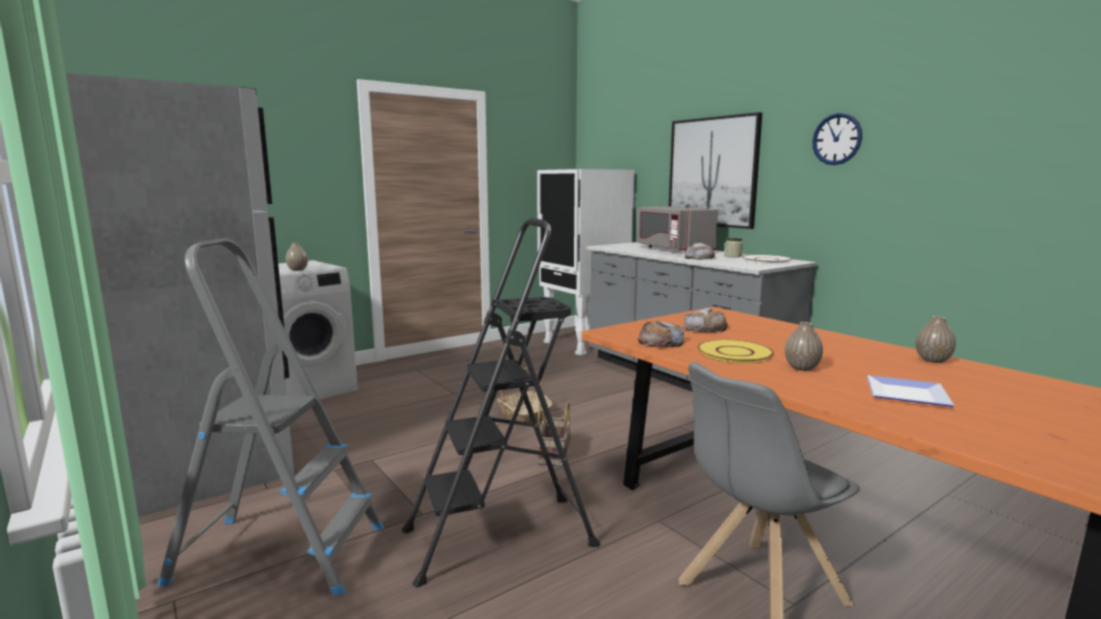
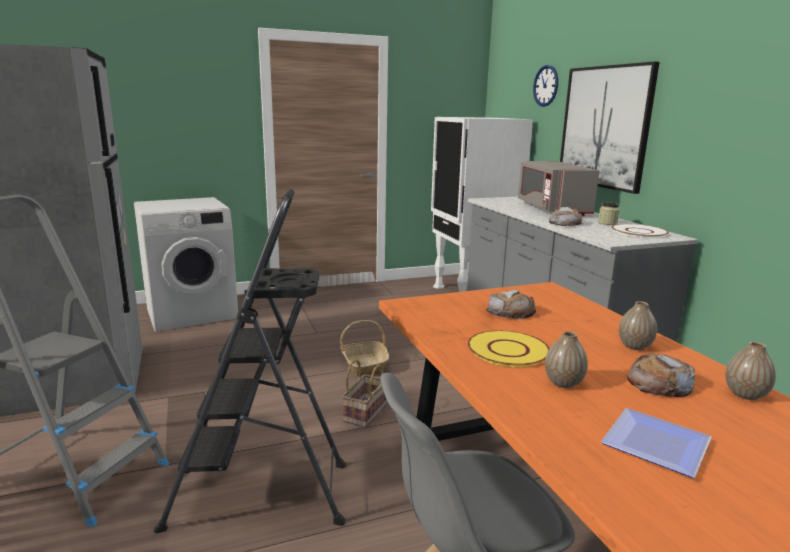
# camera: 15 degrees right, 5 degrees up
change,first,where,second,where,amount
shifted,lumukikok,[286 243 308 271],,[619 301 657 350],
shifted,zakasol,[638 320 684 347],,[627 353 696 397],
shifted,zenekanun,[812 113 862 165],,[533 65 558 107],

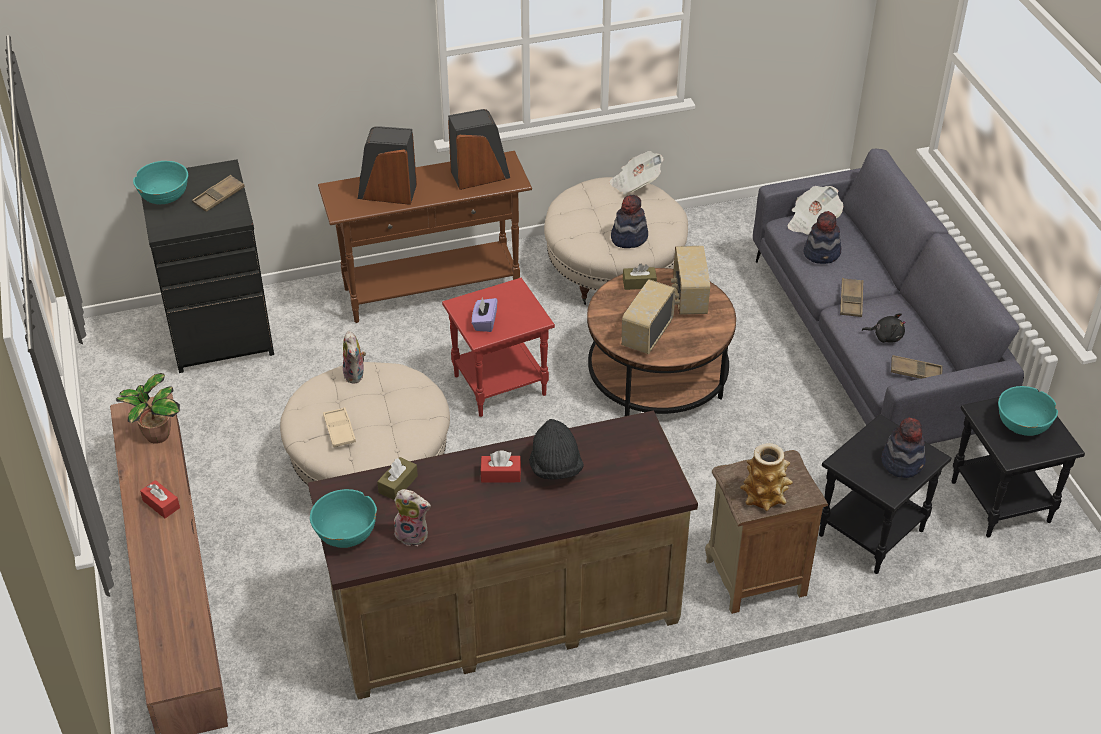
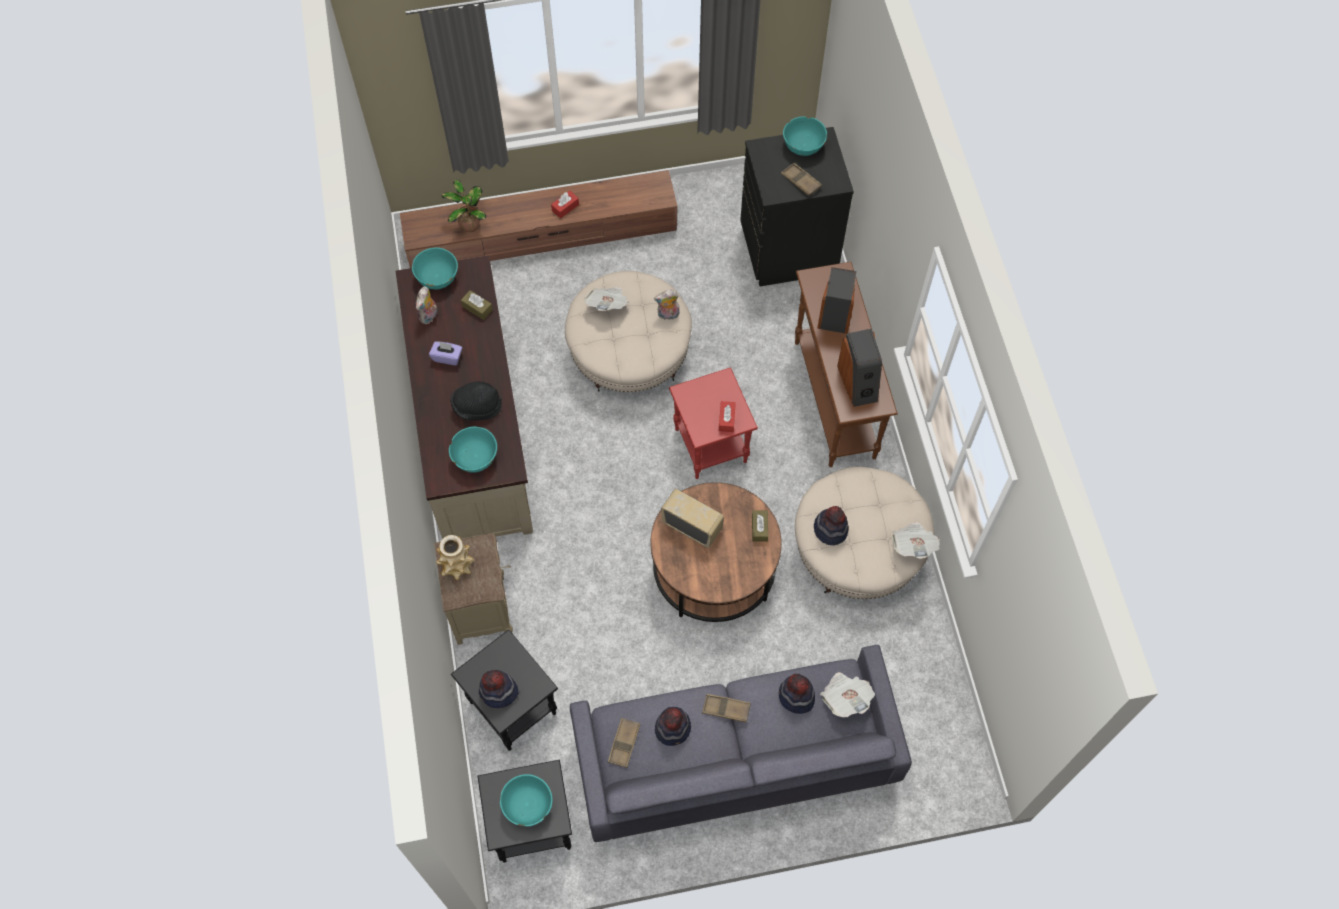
# camera: 95 degrees right, 20 degrees up
change,first,where,second,where,amount
gone,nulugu,[671 246 710 315],,,
new,,,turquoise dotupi,[449 426 497 473],
shifted,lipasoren,[116 373 180 444],,[441 180 487 232],
shifted,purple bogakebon,[472 297 498 332],,[429 342 462 366],
shifted,red bogakebon,[480 450 521 482],,[719 401 736 432],
swapped,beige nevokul,[323 407 356 447],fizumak,[584 287 629 311],
swapped,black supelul,[862 313 906 343],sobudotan,[655 707 691 746],

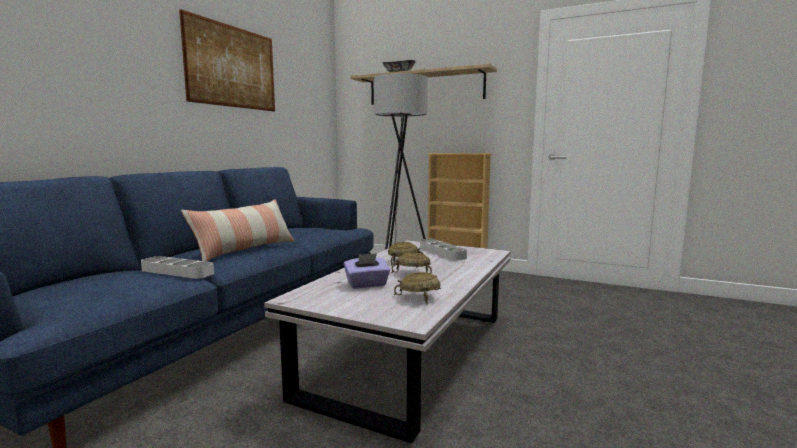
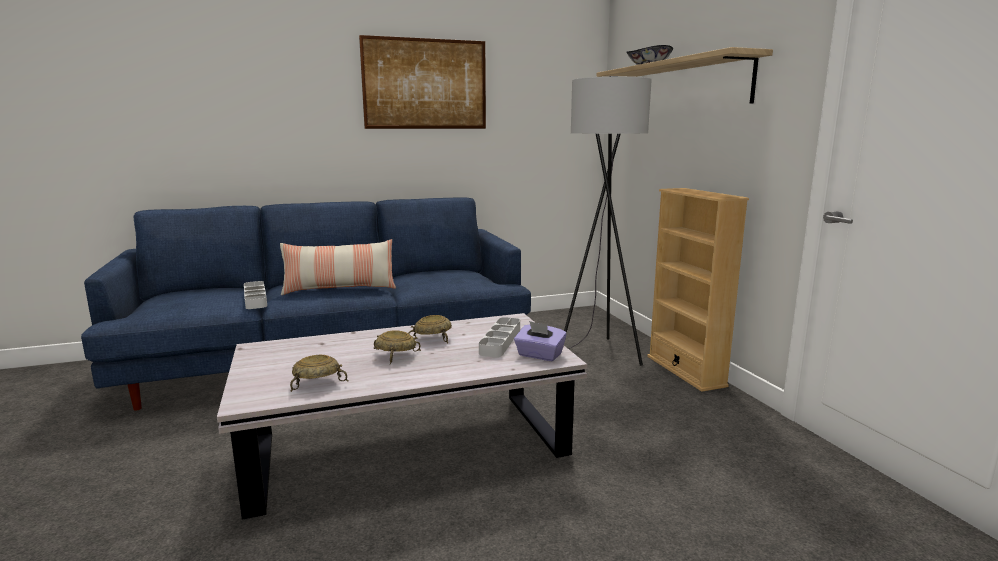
# camera: 45 degrees right, 5 degrees up
change,first,where,second,where,amount
shifted,purple bogakebon,[344 253 390 289],,[514 321 567 361],

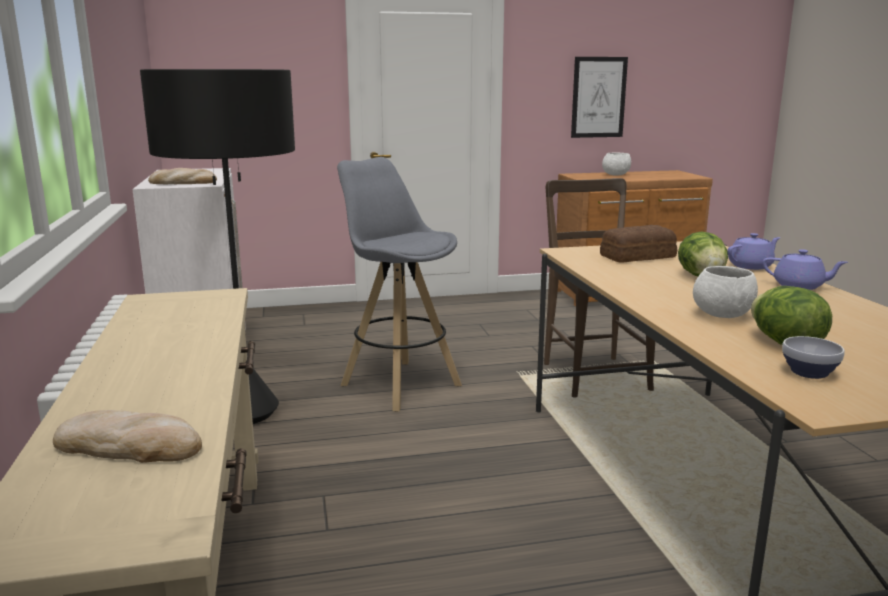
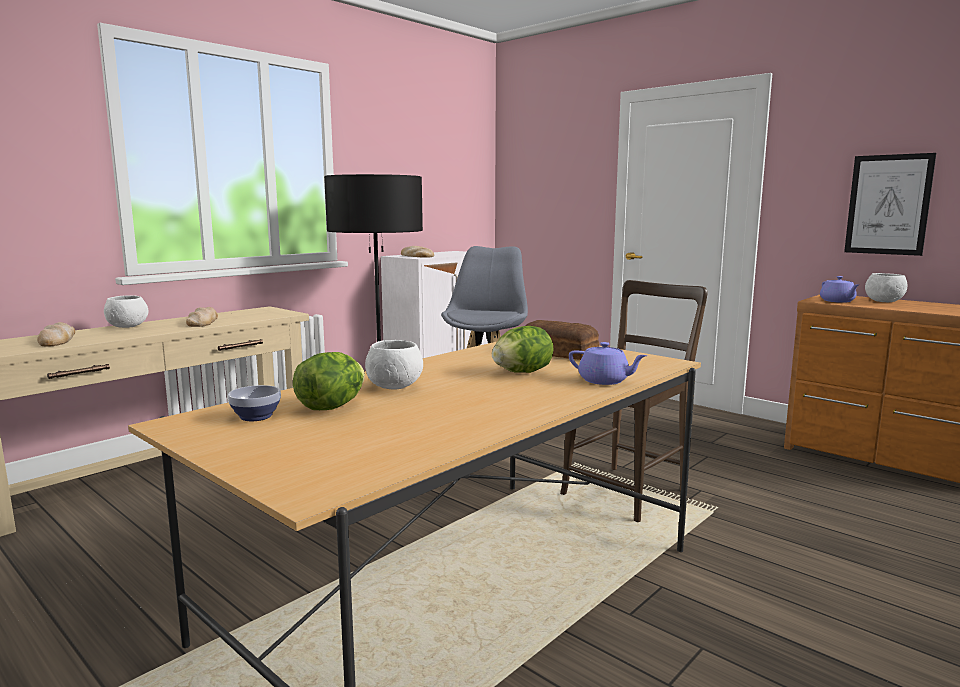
# camera: 55 degrees right, 5 degrees down
change,first,where,second,where,amount
new,,,white dotupi,[104 295 148 328],
new,,,zakasol,[186 307 218 327],
shifted,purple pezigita,[762 249 848 290],,[820 276 859 303],

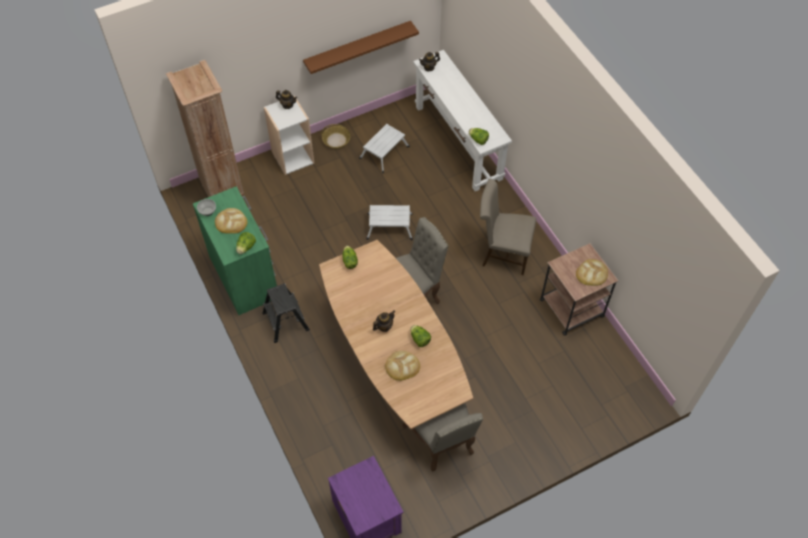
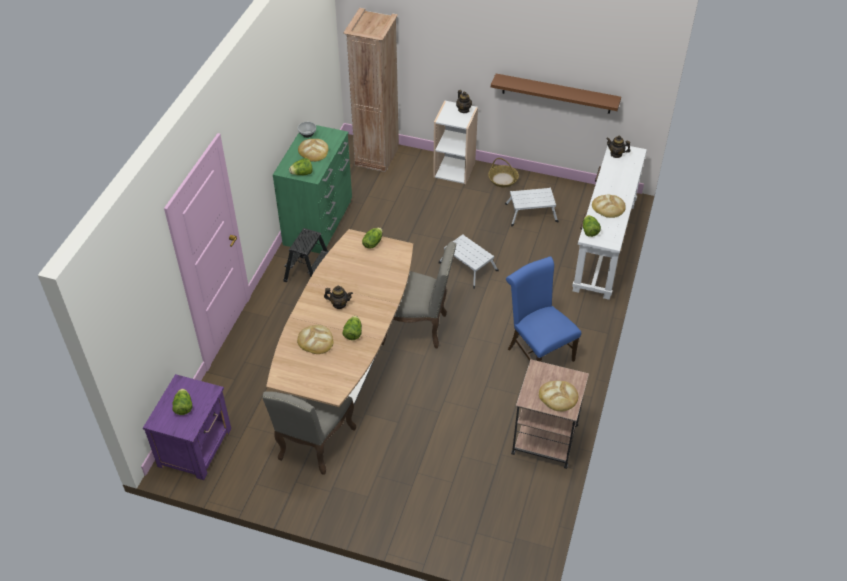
# camera: 45 degrees right, 10 degrees down
change,first,where,second,where,amount
new,,,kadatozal,[172 389 193 415],
new,,,zakasol,[592 195 626 218],
repainted,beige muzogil,[480 179 536 275],blue muzogil,[506 256 581 362],

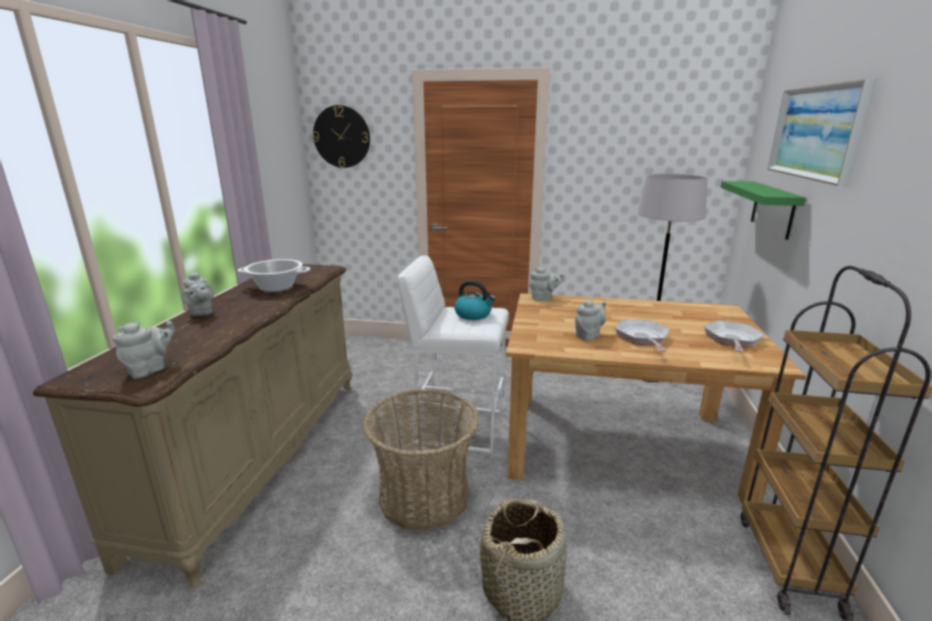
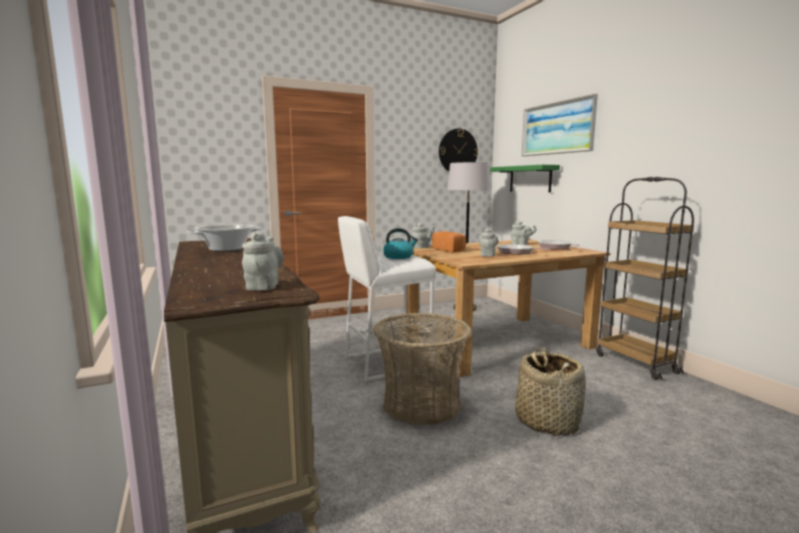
# camera: 35 degrees left, 10 degrees down
change,first,where,second,where,amount
new,,,zakasol,[432 231 466 252],
shifted,grey pezigita,[182 271 214 316],,[510 221 537 245],
shifted,zenekanun,[313 105 370 168],,[439 129 478 172],

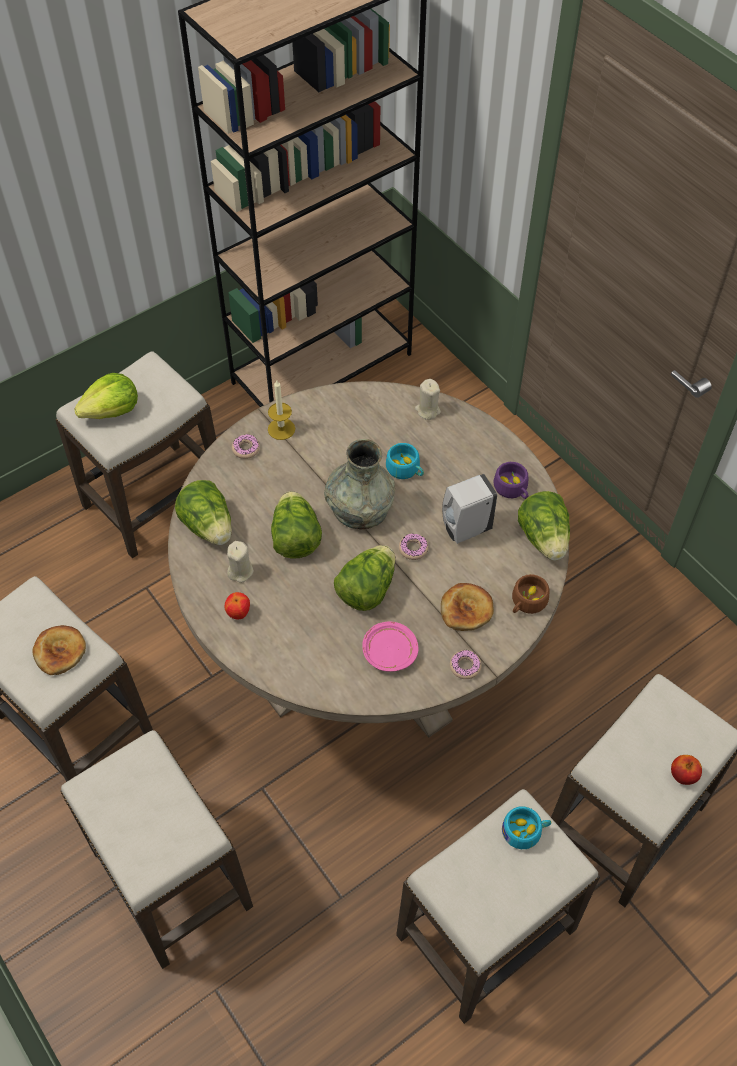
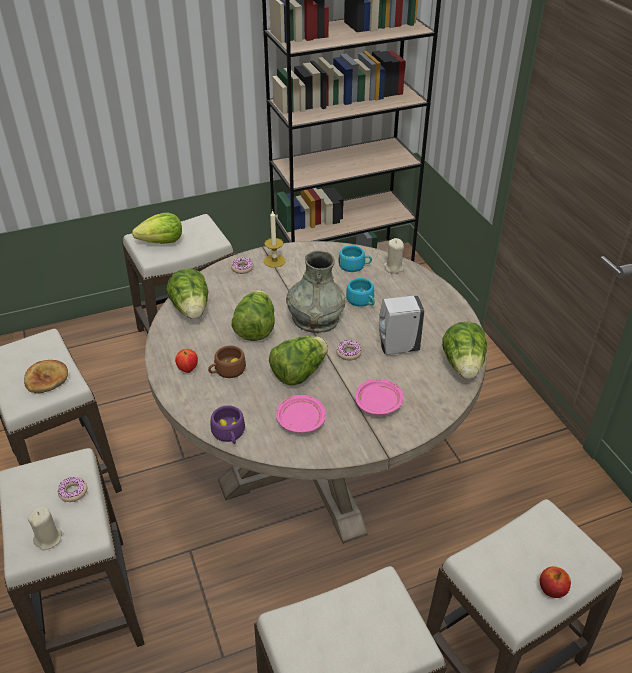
# camera: 15 degrees right, 15 degrees down
change,first,where,second,where,amount
shifted,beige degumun,[227 541 254 583],,[28 506 62 551],
shifted,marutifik,[450 650 482 679],,[58 477 87 502],
shifted,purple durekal,[494 462 529 499],,[211 405 245 444],
shifted,turquoise durekal,[502 806 551 849],,[338 245 372 272],
shifted,brown durekal,[512 574 549 614],,[208 345 246 378],
swapped,zakasol,[441 583 494 631],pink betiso,[355 379 404 415],

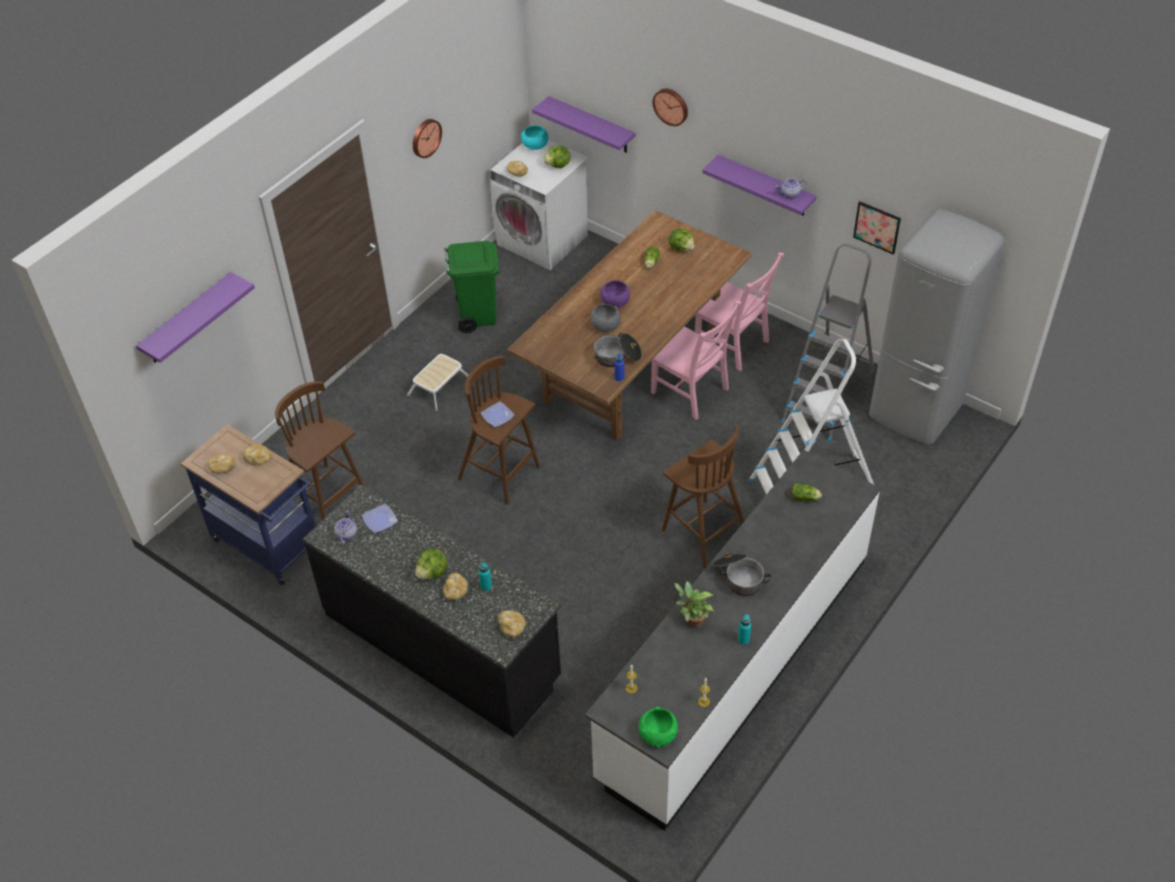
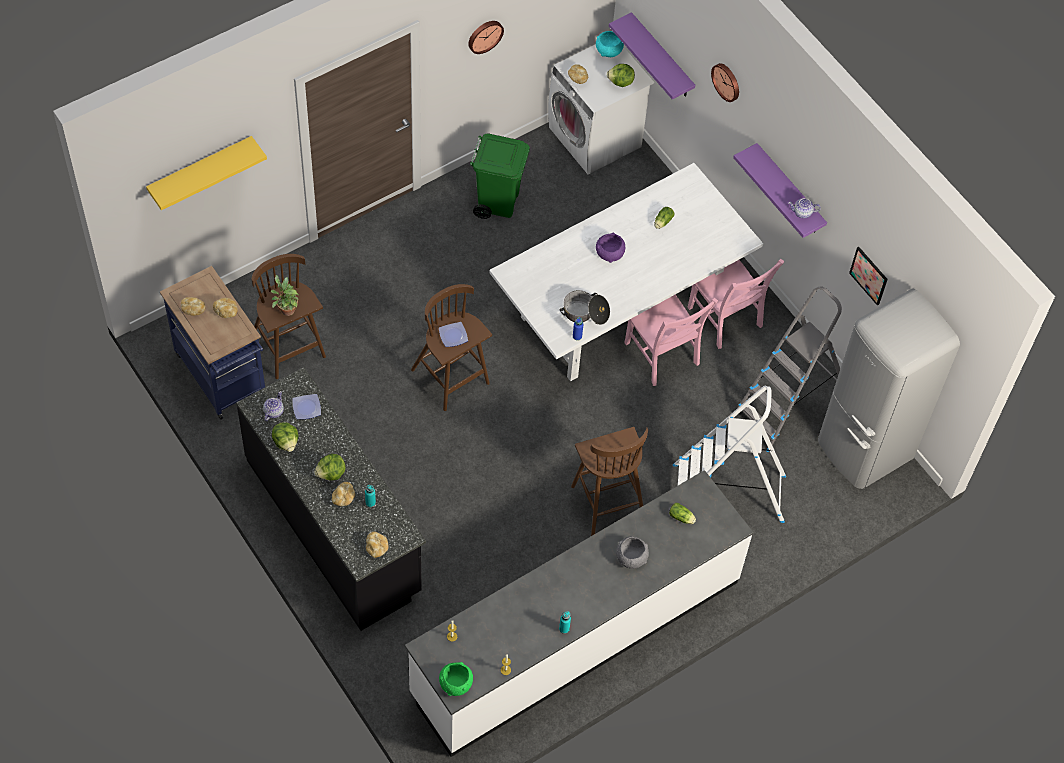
# camera: 15 degrees right, 10 degrees up
change,first,where,second,where,amount
gone,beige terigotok,[407 354 469 411],,,
gone,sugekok,[712 553 771 596],,,
shifted,grey dotupi,[591 304 621 332],,[616 536 649 569],
shifted,kadatozal,[668 229 694 252],,[272 422 298 452],
shifted,lipasoren,[675 581 714 628],,[271 275 299 316],
repainted,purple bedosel,[136 272 255 363],yellow bedosel,[146 136 267 210],
repainted,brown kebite,[507 210 751 441],white kebite,[489 163 763 381],

